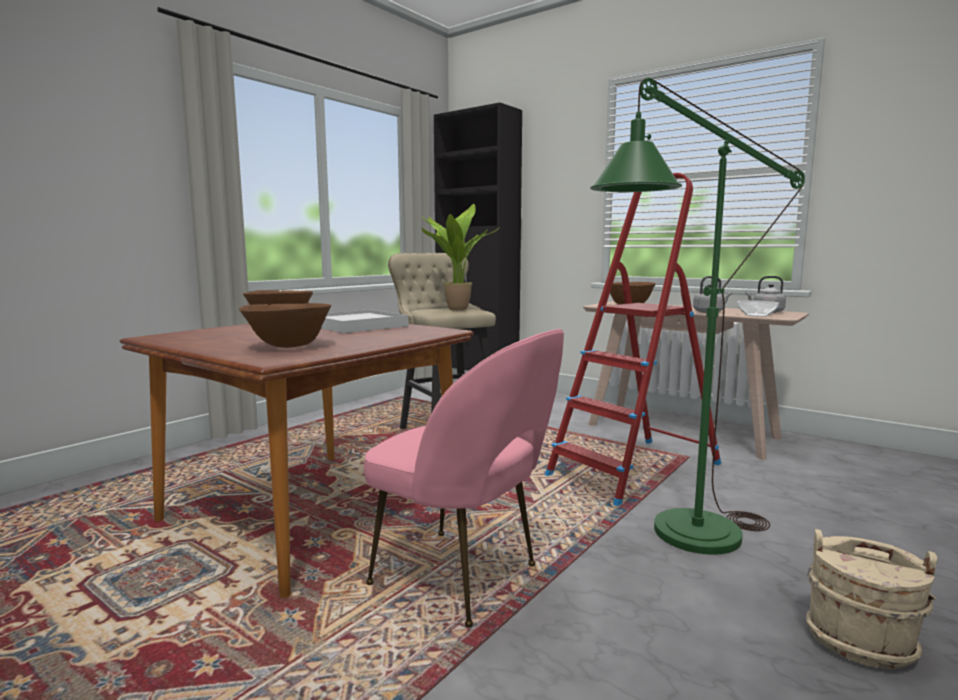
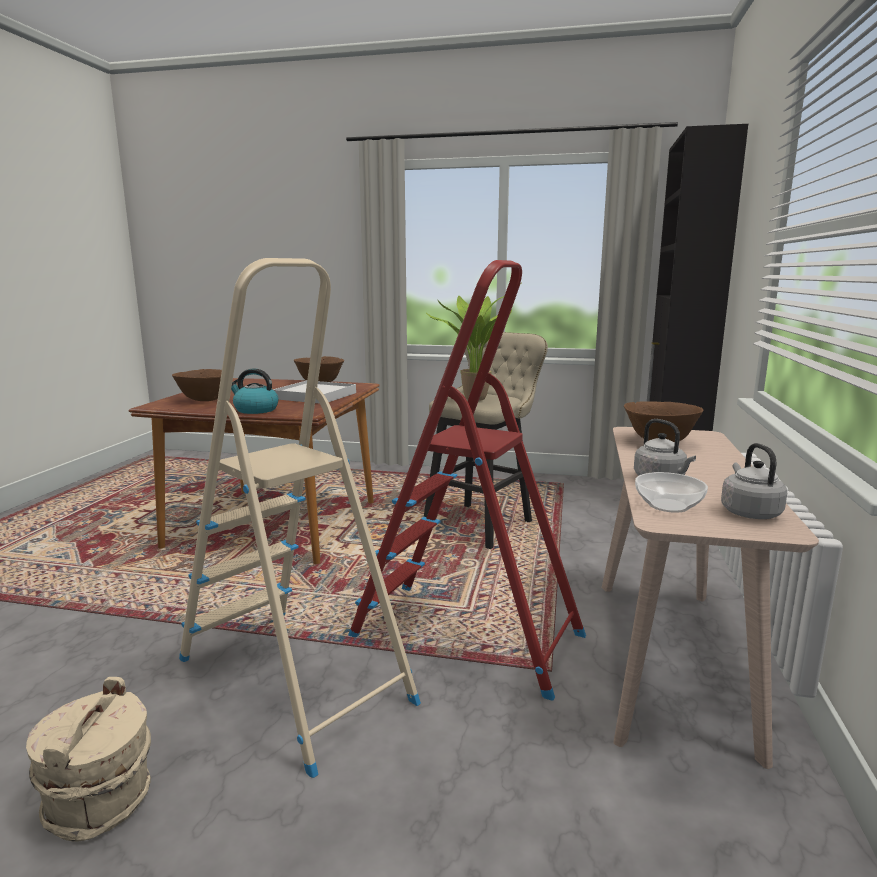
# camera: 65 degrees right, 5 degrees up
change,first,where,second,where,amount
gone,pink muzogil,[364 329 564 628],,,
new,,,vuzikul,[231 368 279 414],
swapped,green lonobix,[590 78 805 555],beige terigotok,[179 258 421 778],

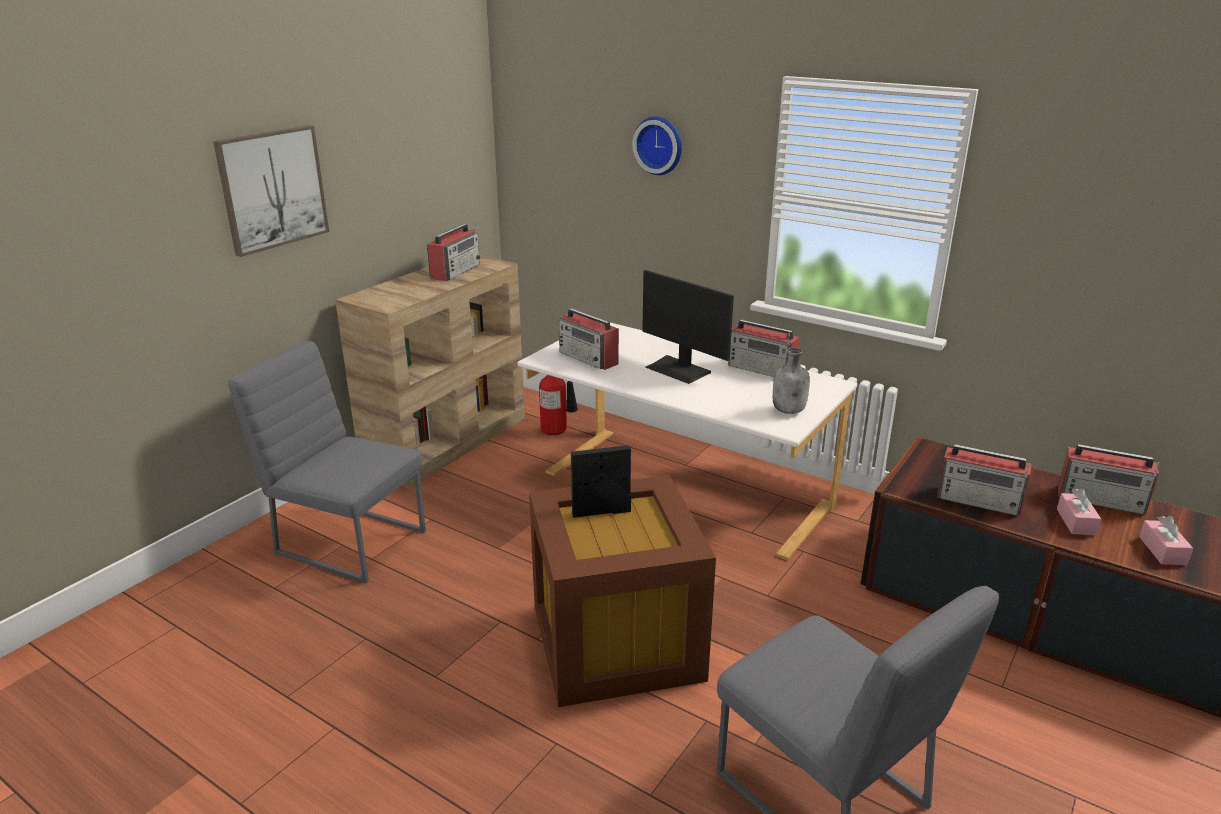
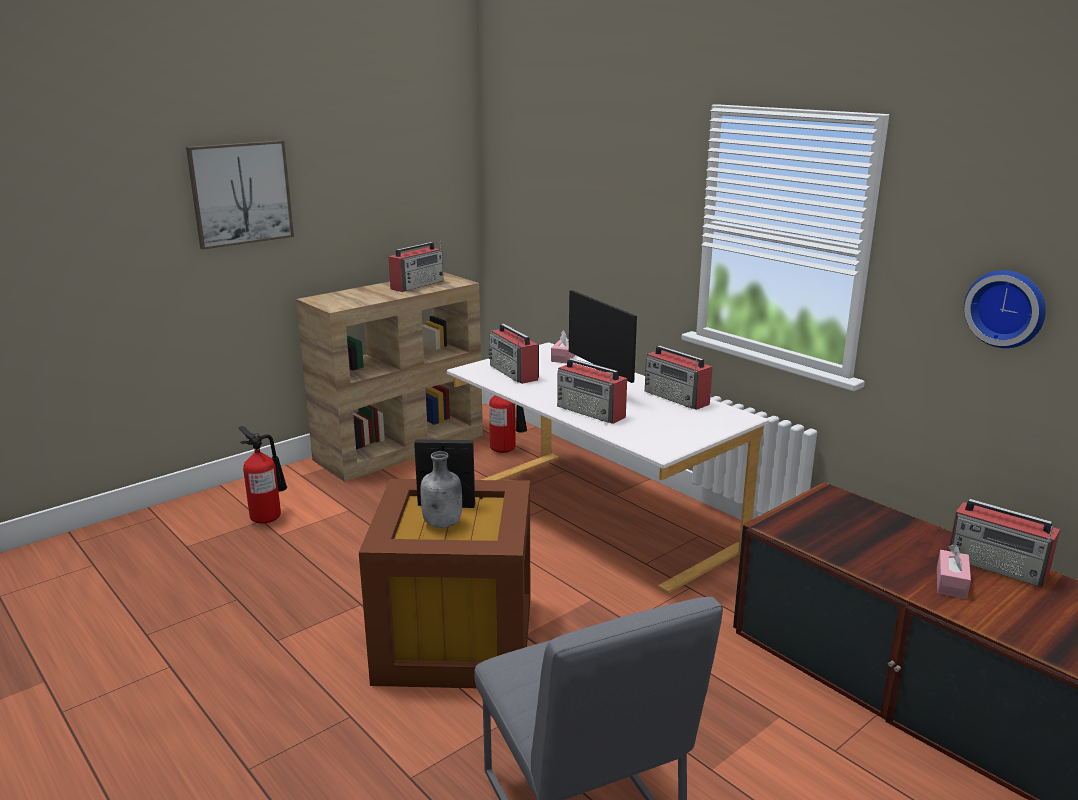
# camera: 15 degrees right, 5 degrees down
change,first,where,second,where,amount
shifted,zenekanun,[632 117 682 175],,[964 270 1046 348],
shifted,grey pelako,[773 348 810 414],,[420 451 462 528],
shifted,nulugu,[937 444 1032 516],,[557 358 627 424],
shifted,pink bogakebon,[1139 516 1193 565],,[551 331 575 363],
swapped,grey muzogil,[228 341 426 583],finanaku,[239 426 287 524],

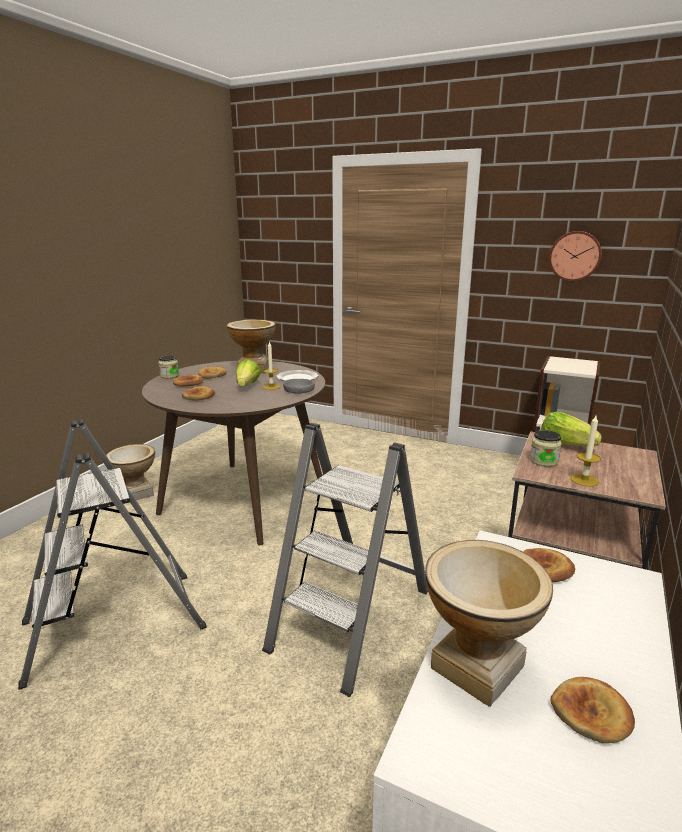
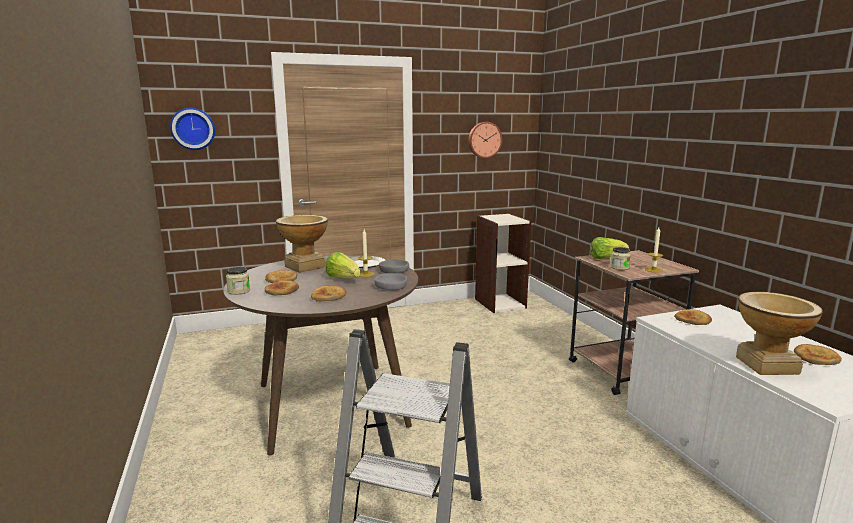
# camera: 45 degrees left, 5 degrees down
change,first,where,second,where,amount
gone,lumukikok,[106 444 155 500],,,
gone,grey terigotok,[262 423 428 697],,,
new,,,zenekanun,[170 108 215 150],
new,,,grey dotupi,[375 273 407 290],

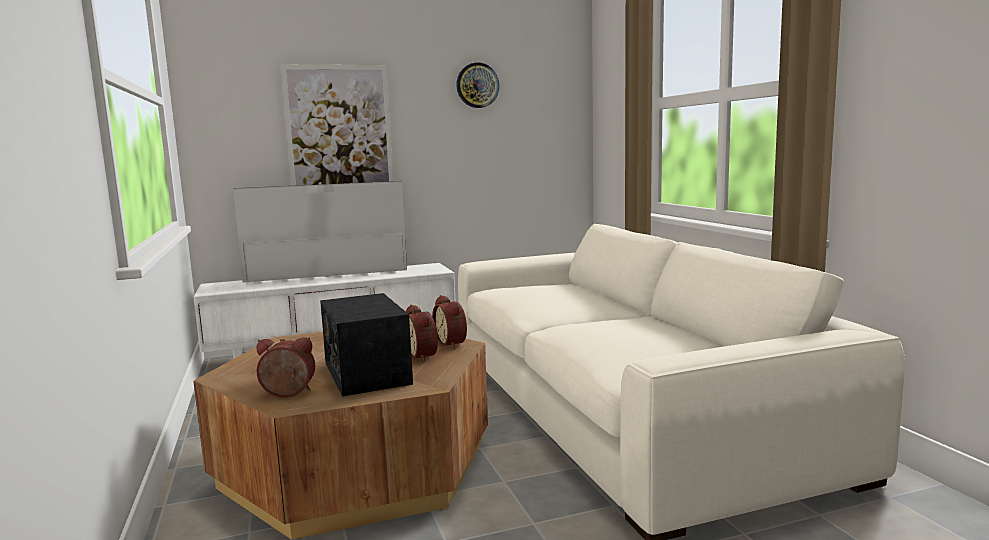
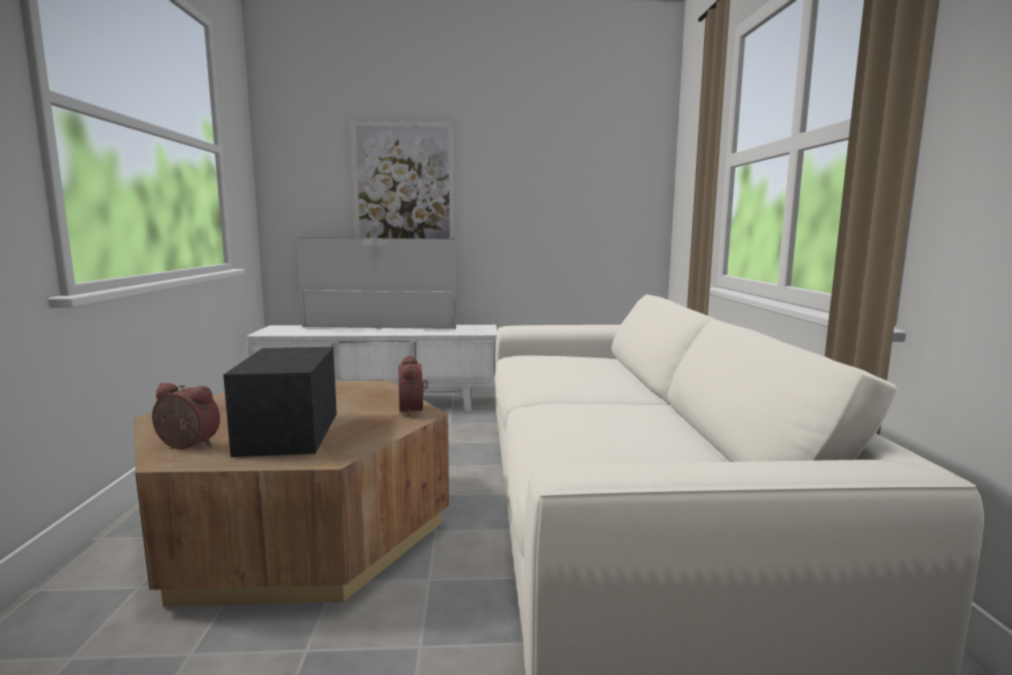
# camera: 15 degrees right, 0 degrees up
change,first,where,second,where,amount
gone,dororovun,[406 305 438 362],,,
gone,zenekanun,[456 62 499 108],,,

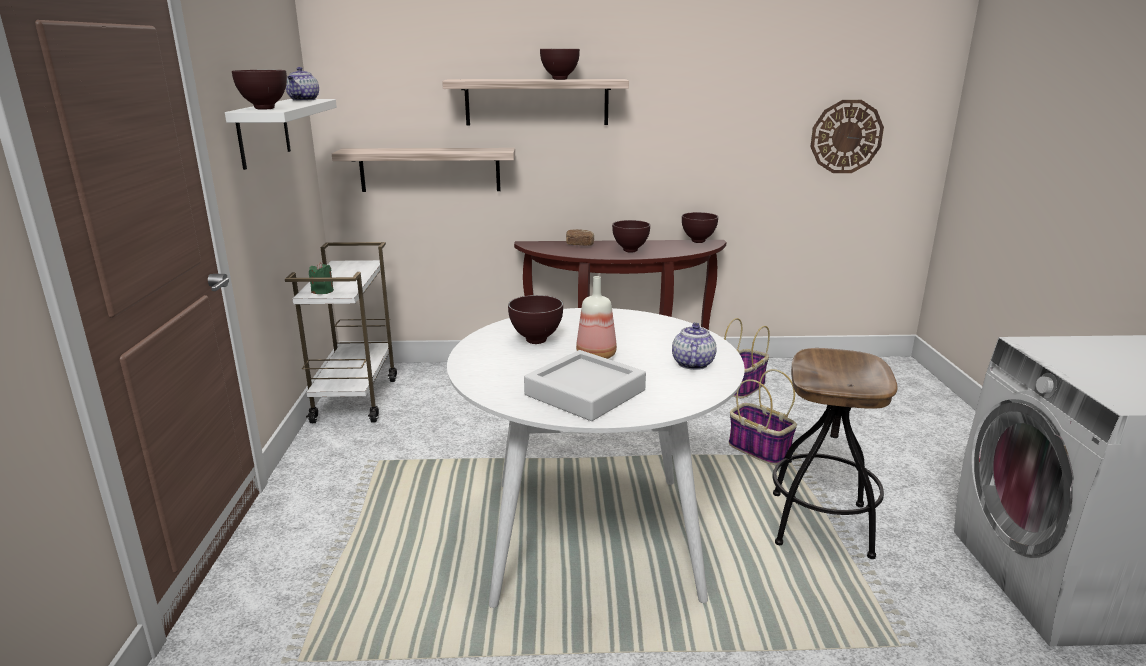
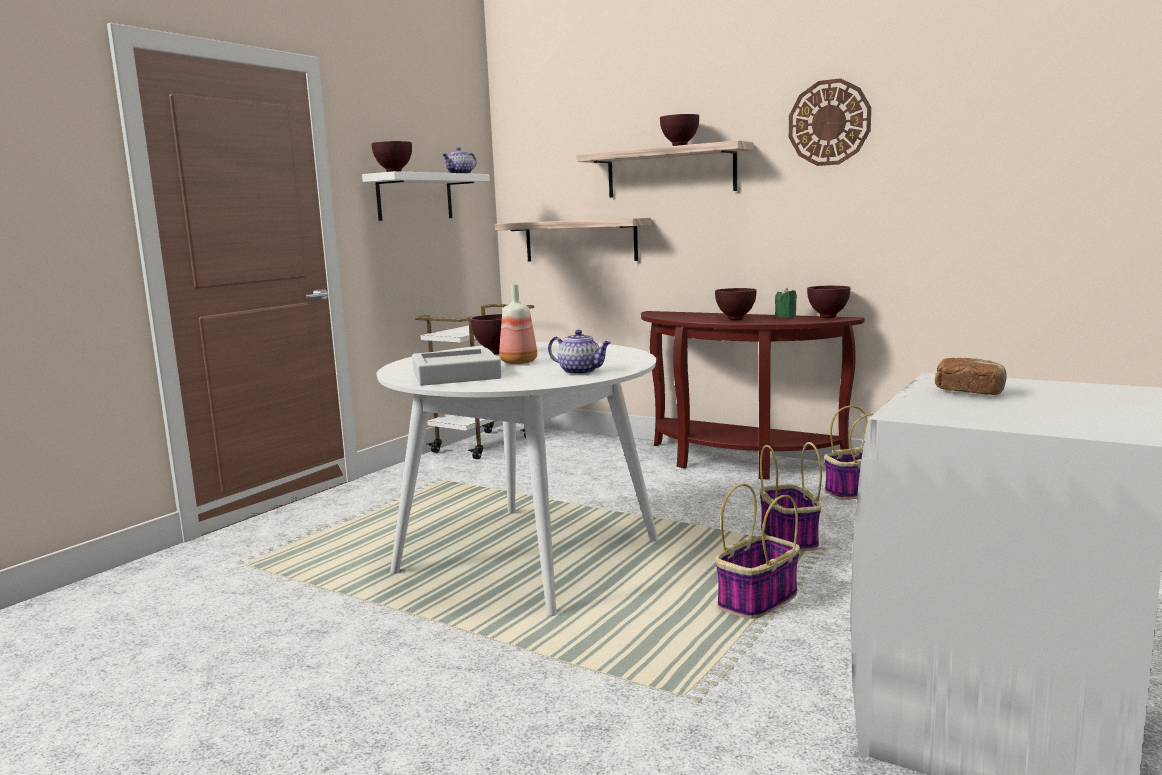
# camera: 35 degrees right, 10 degrees down
change,first,where,second,where,amount
shifted,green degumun,[309 262 334 294],,[775 288 797 318],
shifted,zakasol,[566 229 594 246],,[935 358 1007 395],
shifted,zenekanun,[810 100 884 173],,[789 78 871 166],
swapped,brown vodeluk,[772 348 898 559],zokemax,[715 483 800 619],
rotated,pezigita,[672 323 717 370],,[548 330 611 374],75 degrees clockwise

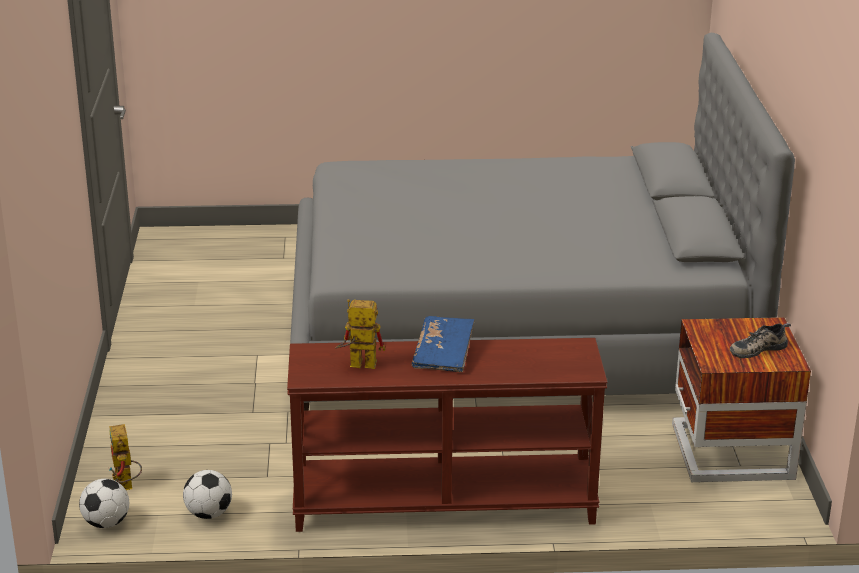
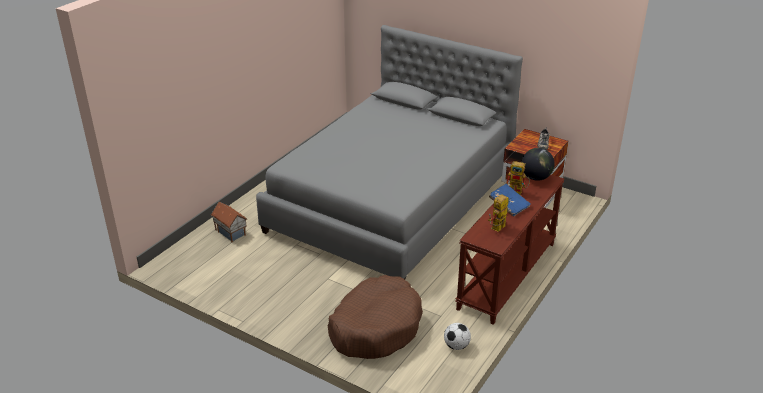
# camera: 55 degrees left, 5 degrees up
change,first,where,second,where,amount
gone,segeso,[79 479 129 528],,,
new,,,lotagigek,[211 202 247 242],
new,,,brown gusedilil,[328 275 423 359],
new,,,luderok,[521 148 555 181],
shifted,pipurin,[109 424 142 490],,[506 161 530 195],

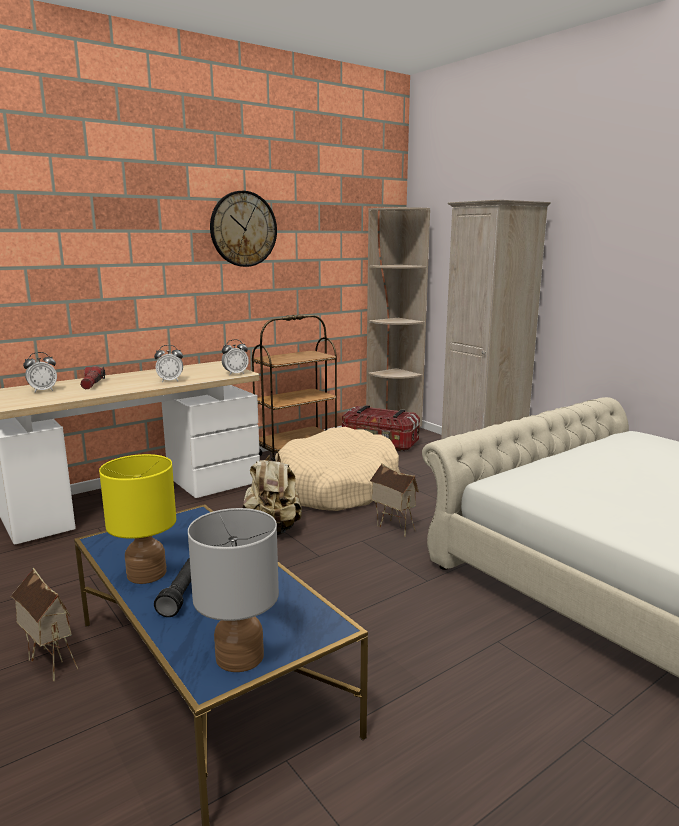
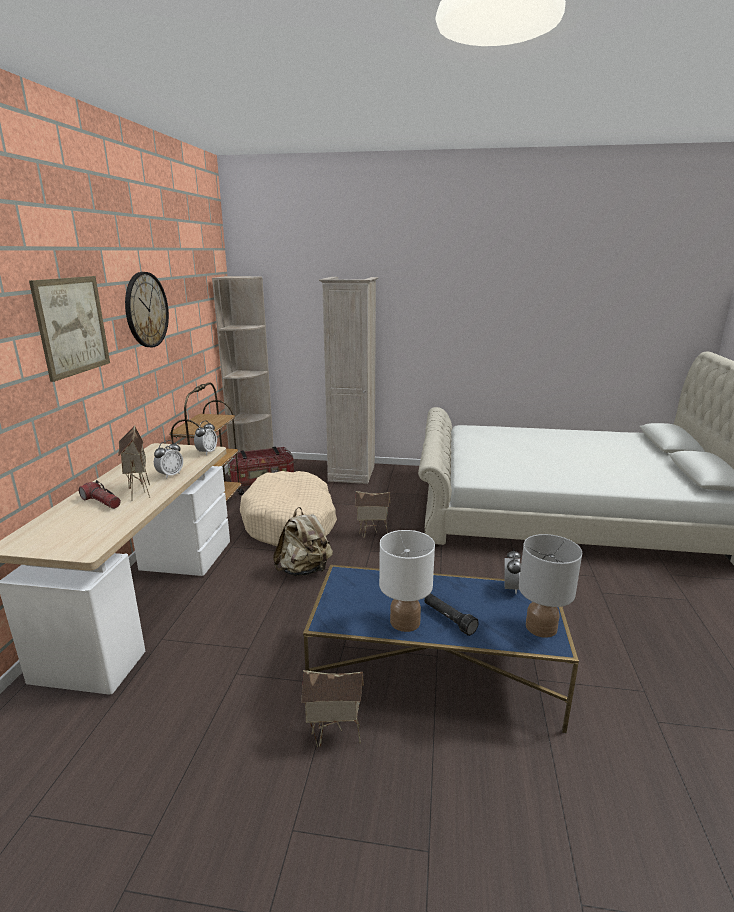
# camera: 45 degrees left, 5 degrees up
change,first,where,second,where,amount
new,,,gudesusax,[29 276 110 382],
new,,,lotagigek,[118 425 150 501],
shifted,dororovun,[23 352 57 393],,[504 549 521 594],
repainted,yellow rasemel,[99 454 176 584],white rasemel,[379 530 435 632],

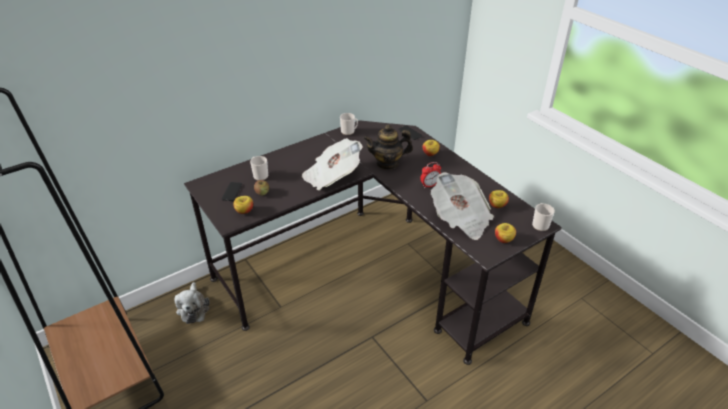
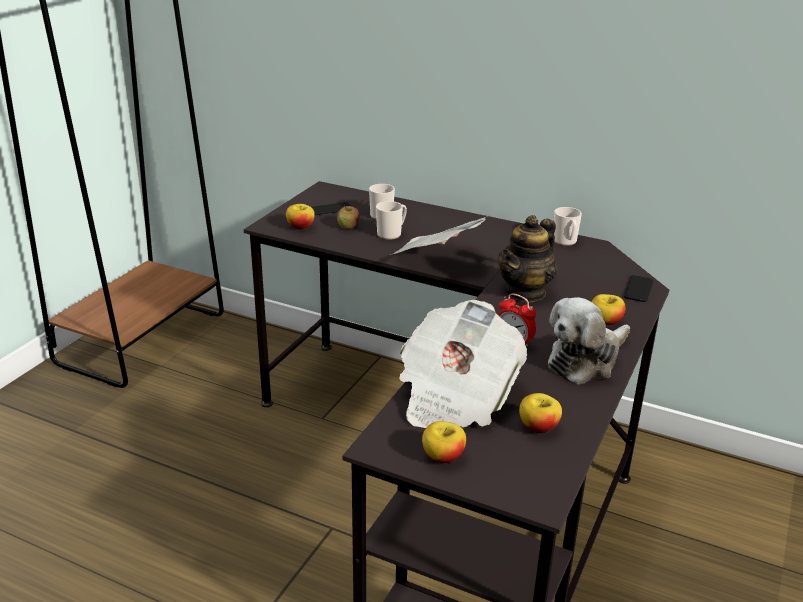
# camera: 60 degrees right, 10 degrees down
change,first,where,second,where,amount
shifted,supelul,[174 282 209 324],,[548 297 630 385],
shifted,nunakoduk,[532 203 555 231],,[376 201 407 240],
rotated,pezigita,[363 125 413 170],,[498 215 557 303],105 degrees counterclockwise

